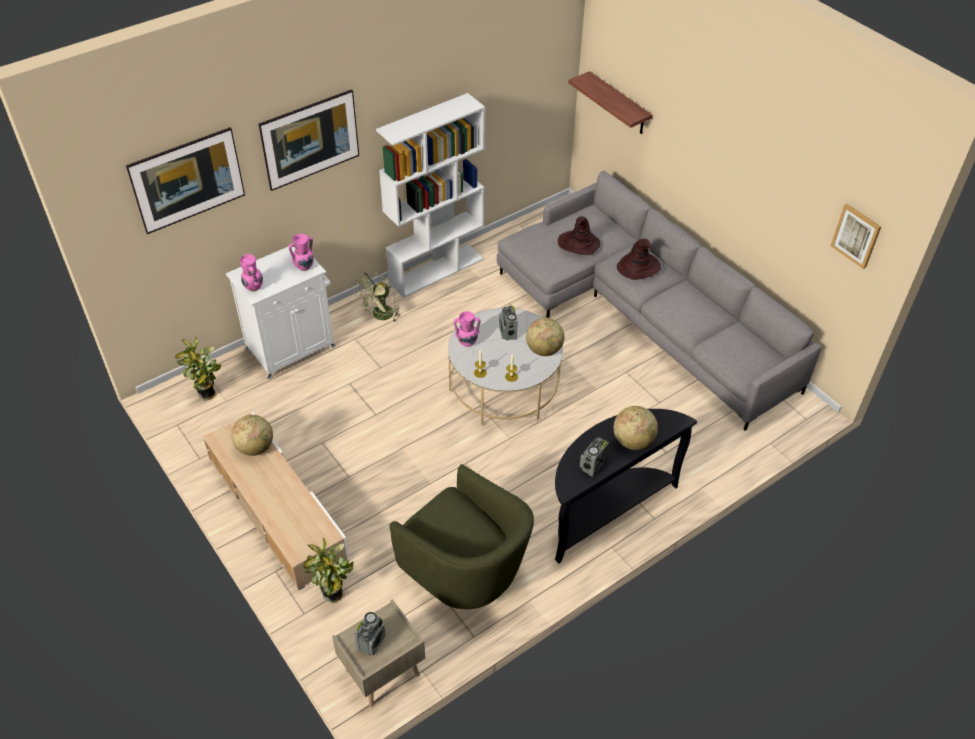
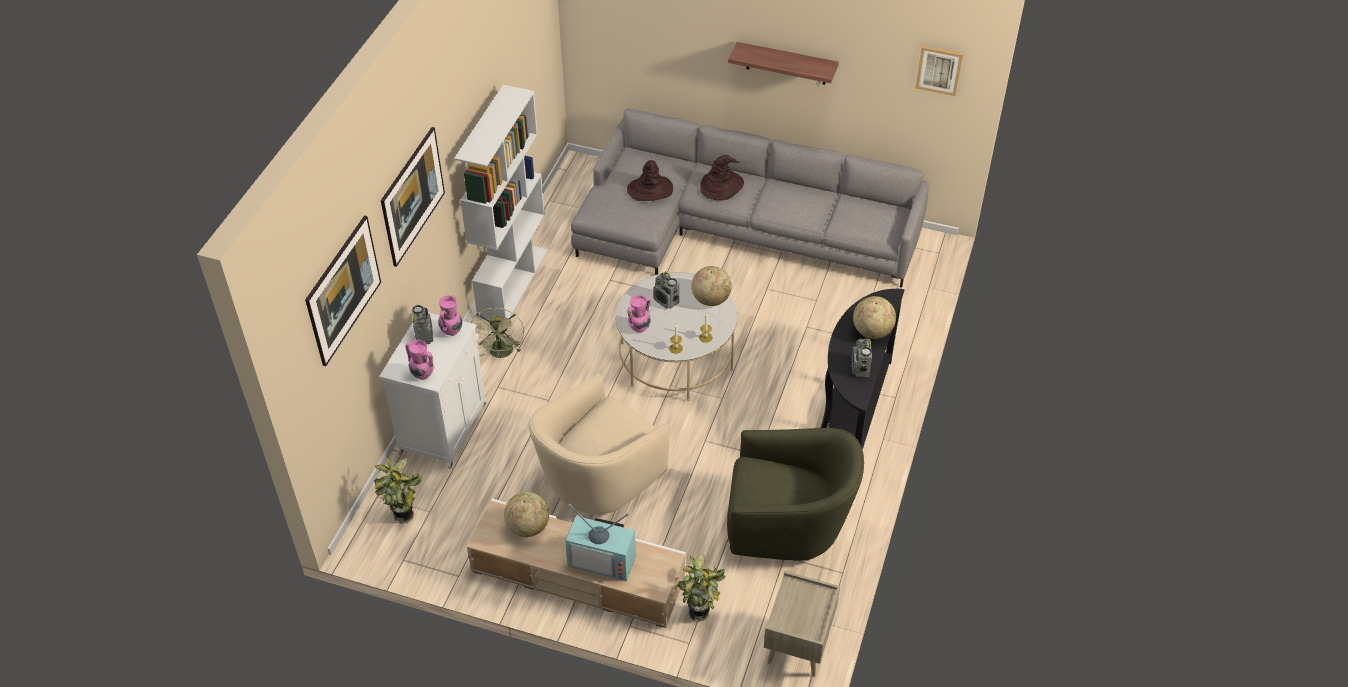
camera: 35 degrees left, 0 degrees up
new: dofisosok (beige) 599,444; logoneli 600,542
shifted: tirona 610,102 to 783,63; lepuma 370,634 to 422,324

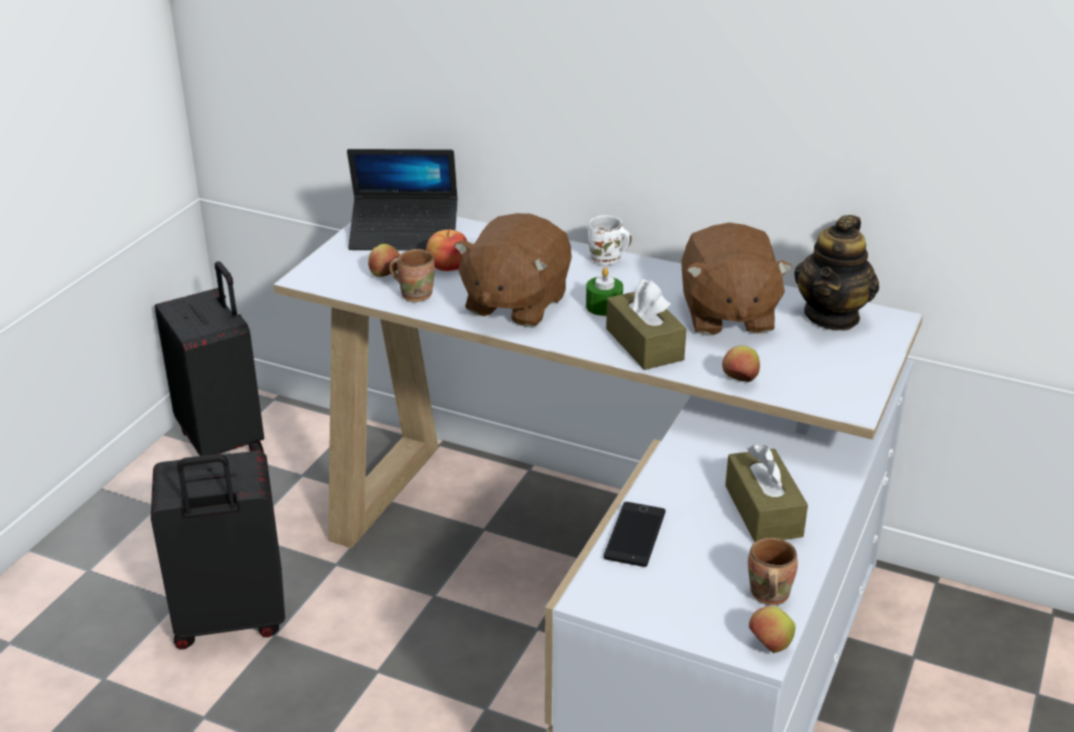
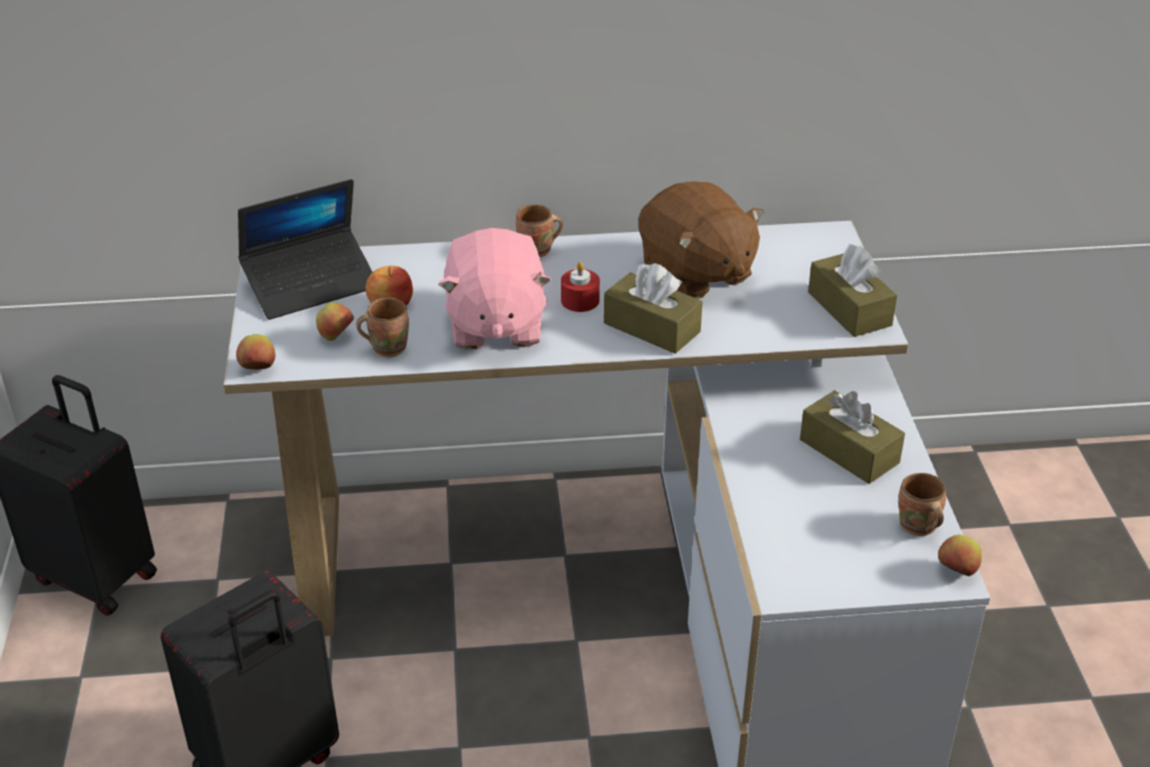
camera: 30 degrees left, 5 degrees up
gone: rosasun 836,272; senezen 635,534
new: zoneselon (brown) 852,290
shifted: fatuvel 741,364 to 255,351
repainted: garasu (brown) 513,270 to garasu (pink) 495,288; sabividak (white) 610,240 to sabividak (brown) 539,230; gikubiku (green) 604,291 to gikubiku (red) 580,287

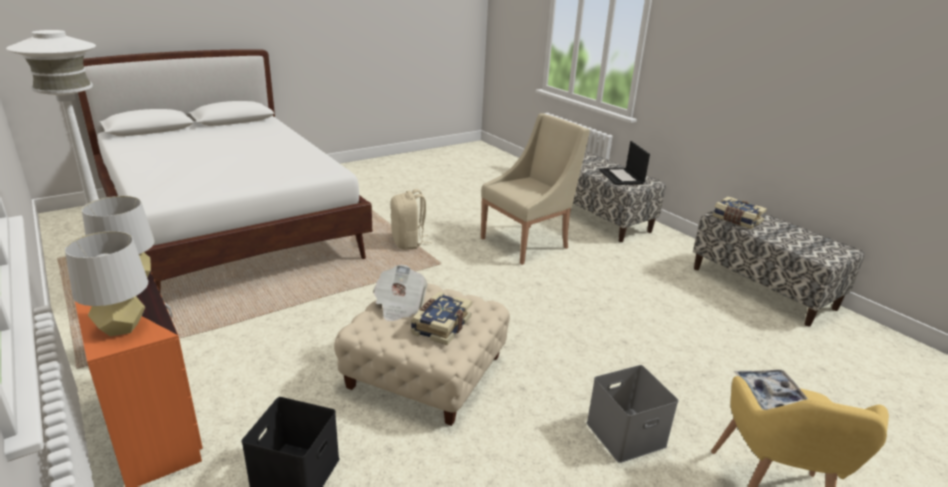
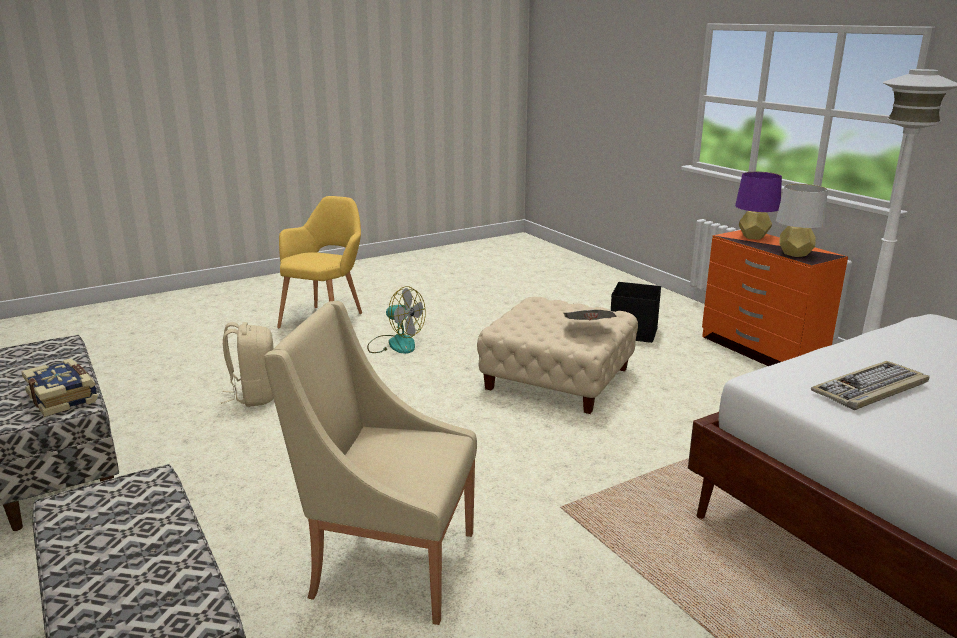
camera: 175 degrees left, 5 degrees down
gone: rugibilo 624,163; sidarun 441,318; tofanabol 771,390
new: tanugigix 870,385
shifted: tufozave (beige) 411,219 to 247,364
swapped: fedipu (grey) 632,414 to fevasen 396,320
repainted: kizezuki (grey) 106,283 to kizezuki (purple) 758,206
rotated: dofisosok (beige) 535,189 = 370,463 45 degrees clockwise

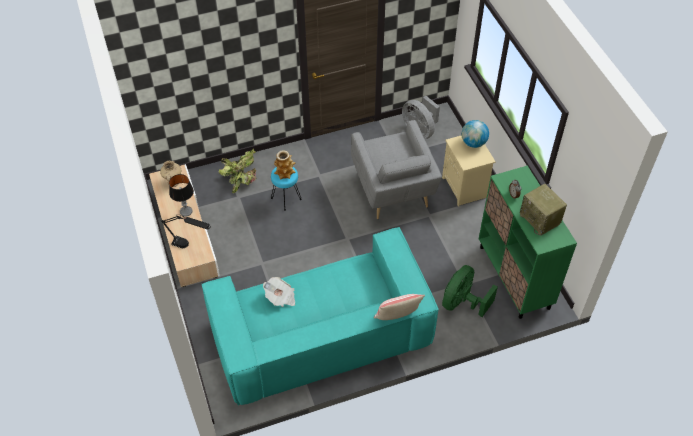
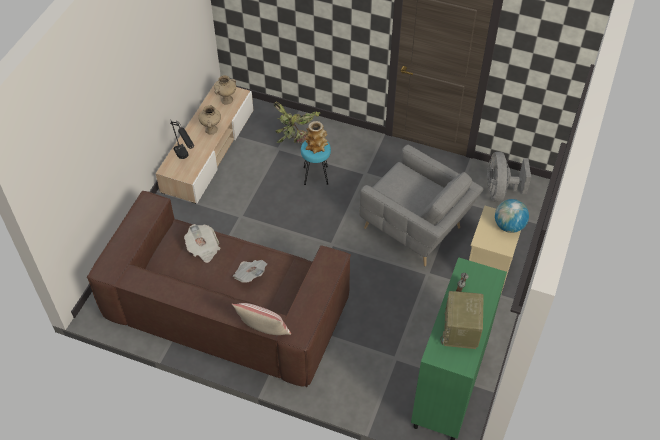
camera: 40 degrees right, 0 degrees up
gone: fevasen (green) 470,291
new: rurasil 249,271
swapped: kizezuki 181,195 to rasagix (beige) 209,120
repainted: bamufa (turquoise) 320,316 to bamufa (brown) 219,288
rotated: dofisosok (grey) 396,169 = 421,205 75 degrees counterclockwise

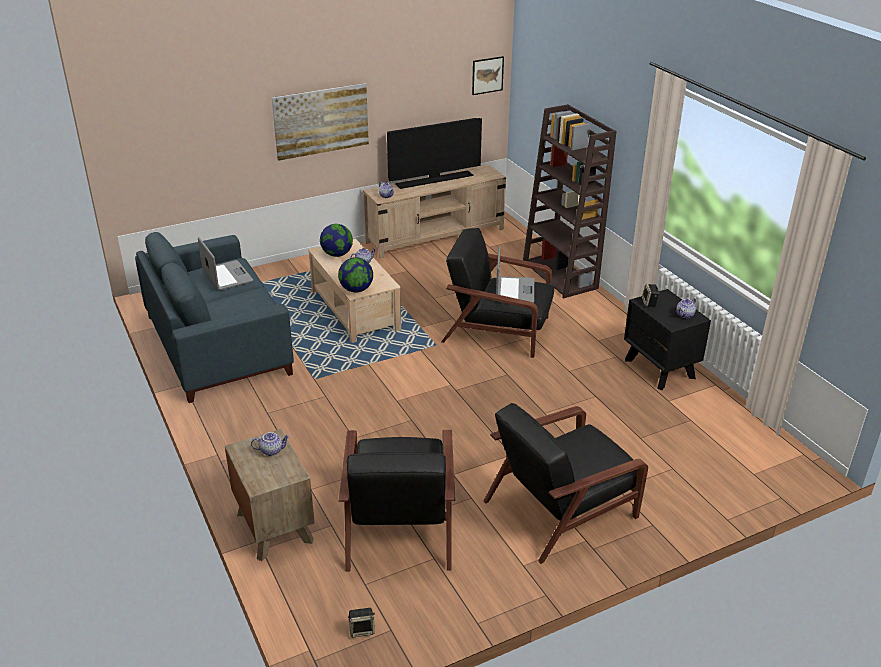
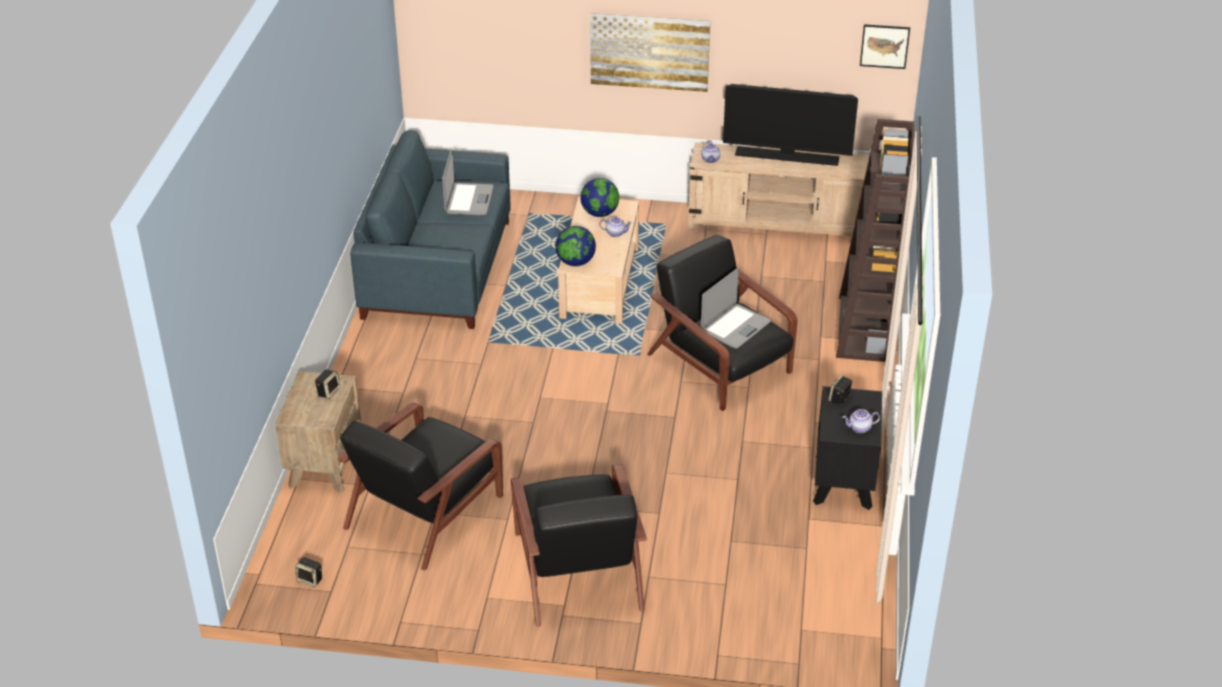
camera: 35 degrees right, 5 degrees up
swapped: rosasun 270,444 to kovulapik 327,384
rotated: dofisosok (black) 566,483 = 579,545 105 degrees counterclockwise

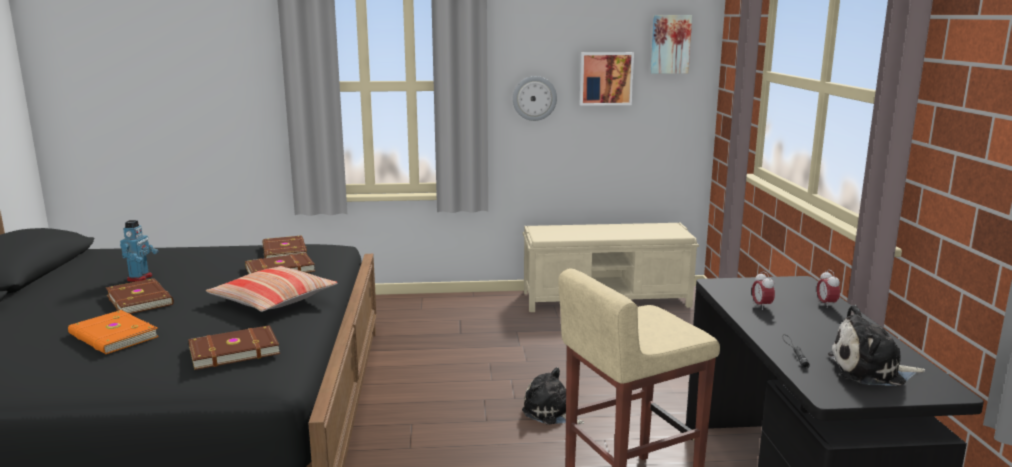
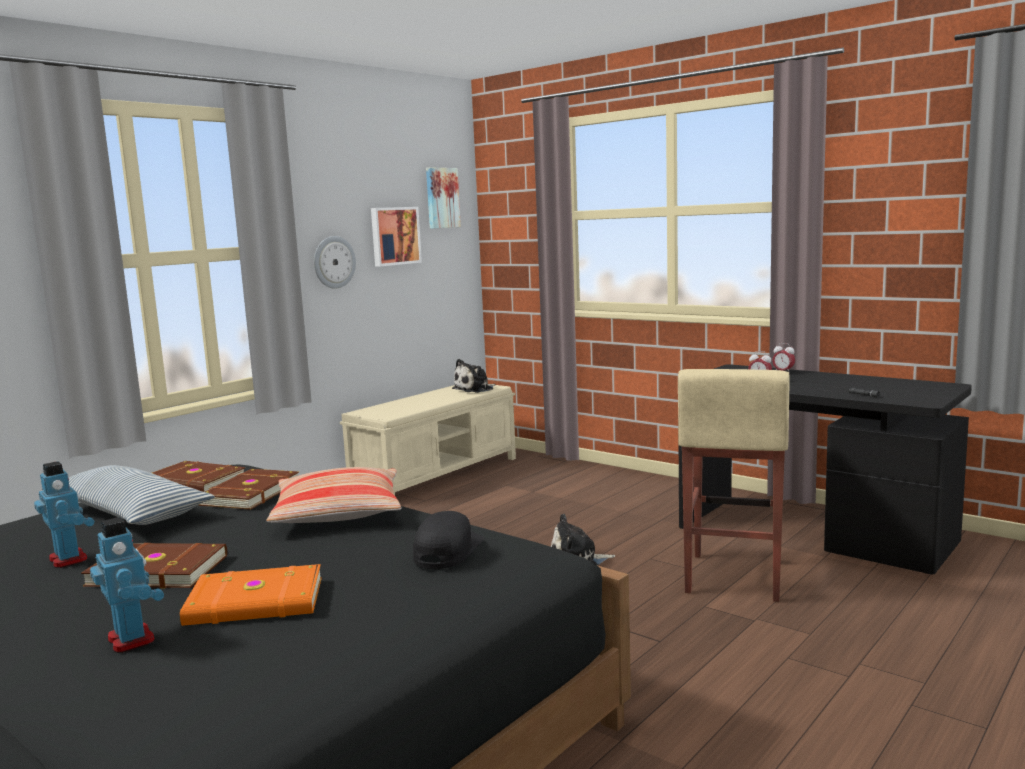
camera: 45 degrees left, 5 degrees down
new: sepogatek 142,495; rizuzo 127,585
shifted: garasu 876,345 to 474,376
swapped: sidarun (brown) 234,347 to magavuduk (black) 449,540

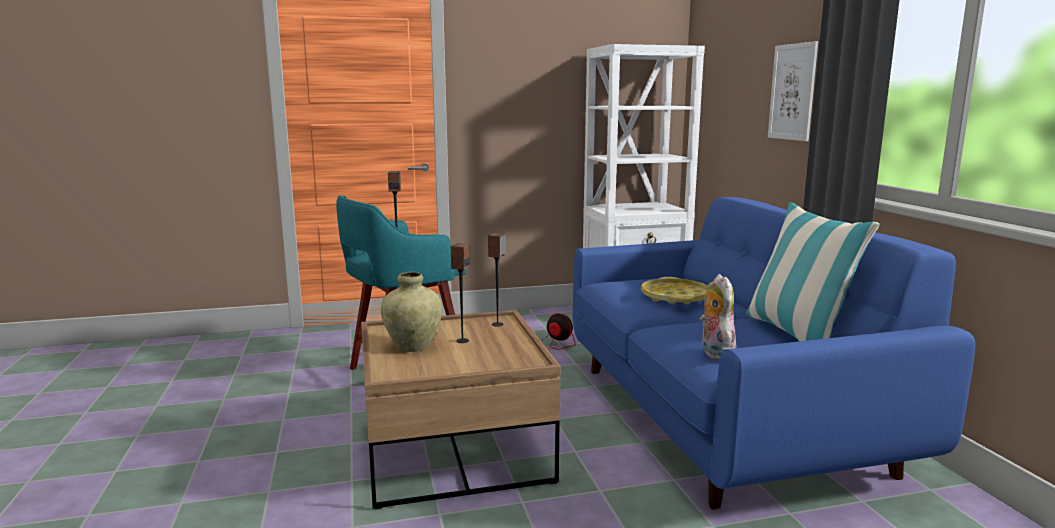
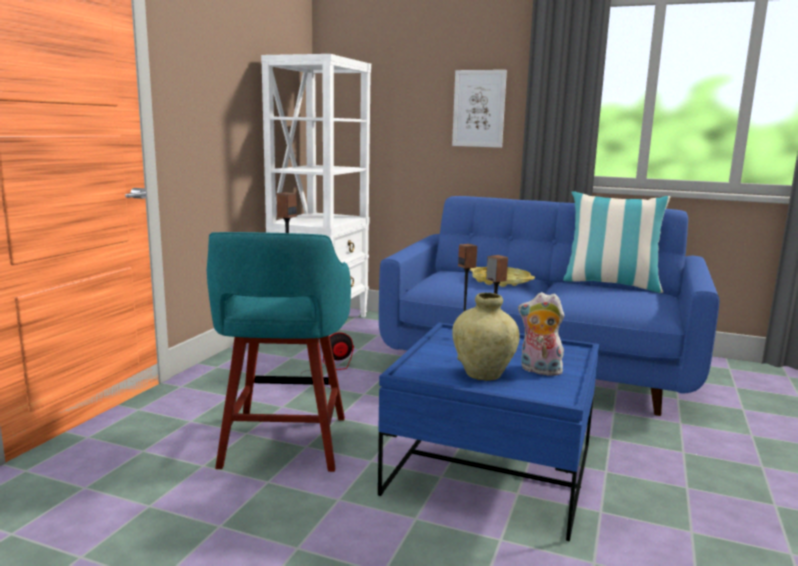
camera: 55 degrees left, 0 degrees up
shifted: garasu 718,317 to 542,334
repainted: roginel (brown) 461,409 to roginel (blue) 488,431

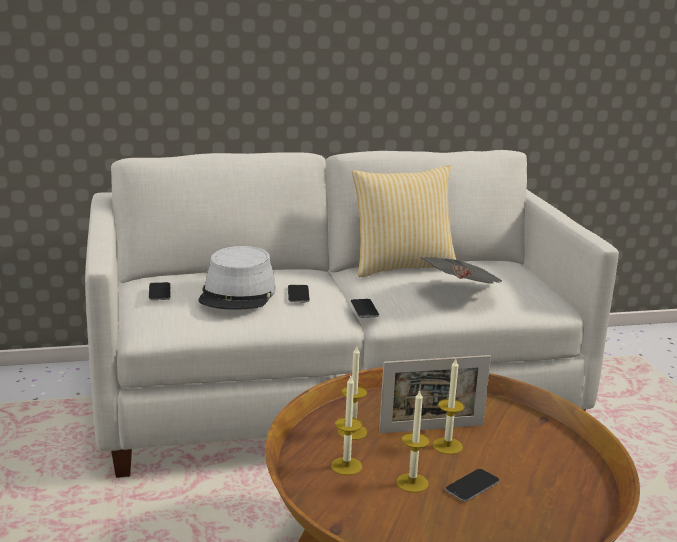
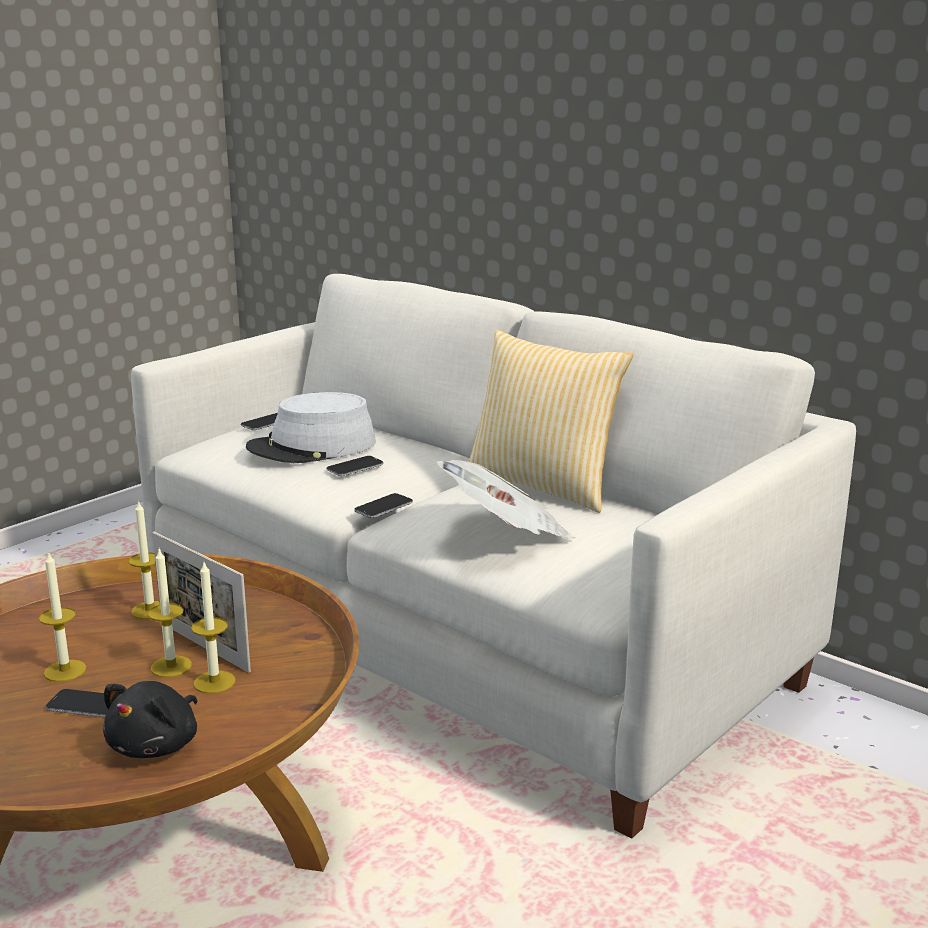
camera: 55 degrees right, 0 degrees up
new: garasu (black) 150,719
shifted: gikubiku 346,425 to 213,628

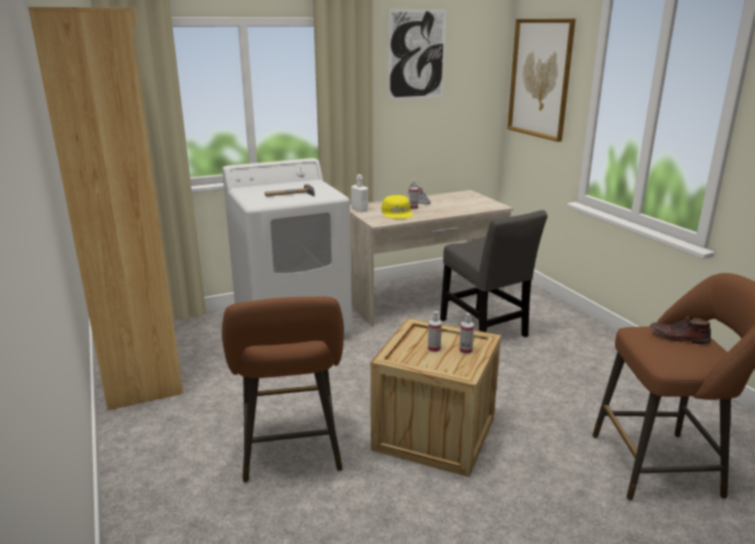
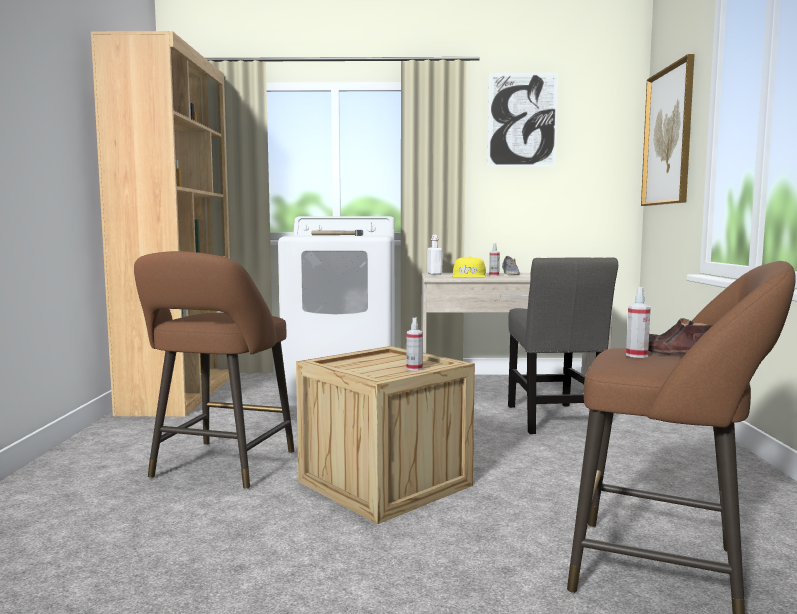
camera: 25 degrees right, 15 degrees down
shifted: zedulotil 435,331 to 638,322

